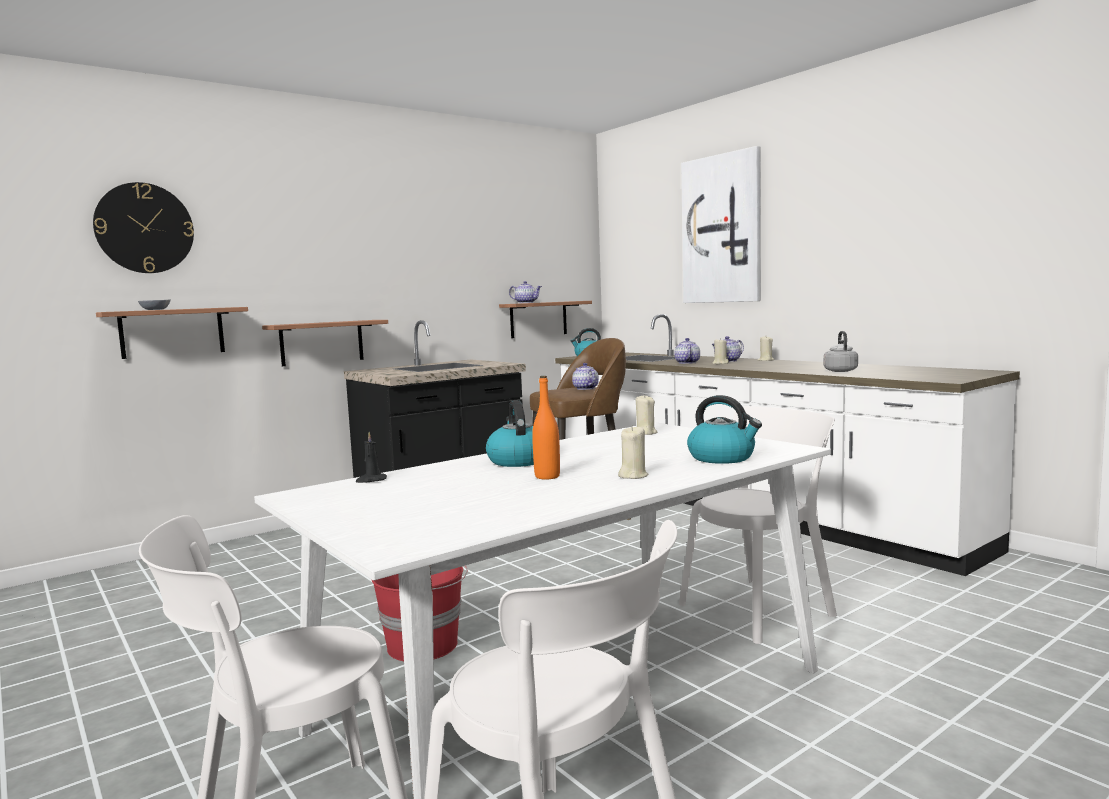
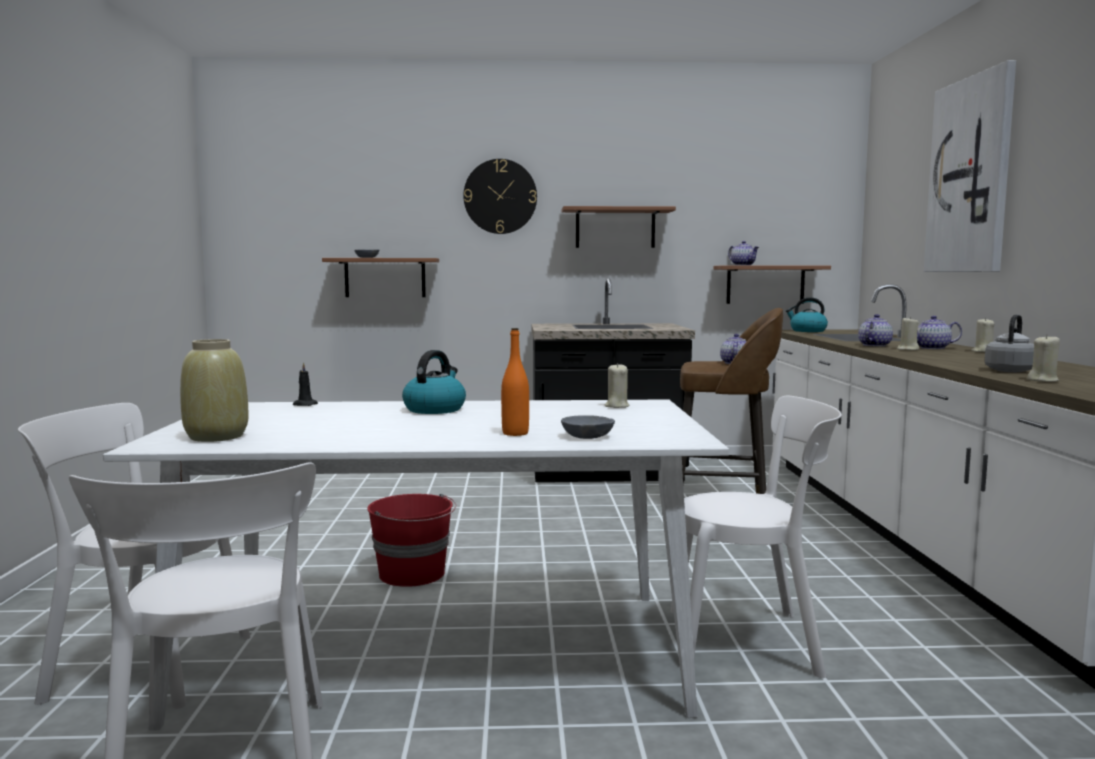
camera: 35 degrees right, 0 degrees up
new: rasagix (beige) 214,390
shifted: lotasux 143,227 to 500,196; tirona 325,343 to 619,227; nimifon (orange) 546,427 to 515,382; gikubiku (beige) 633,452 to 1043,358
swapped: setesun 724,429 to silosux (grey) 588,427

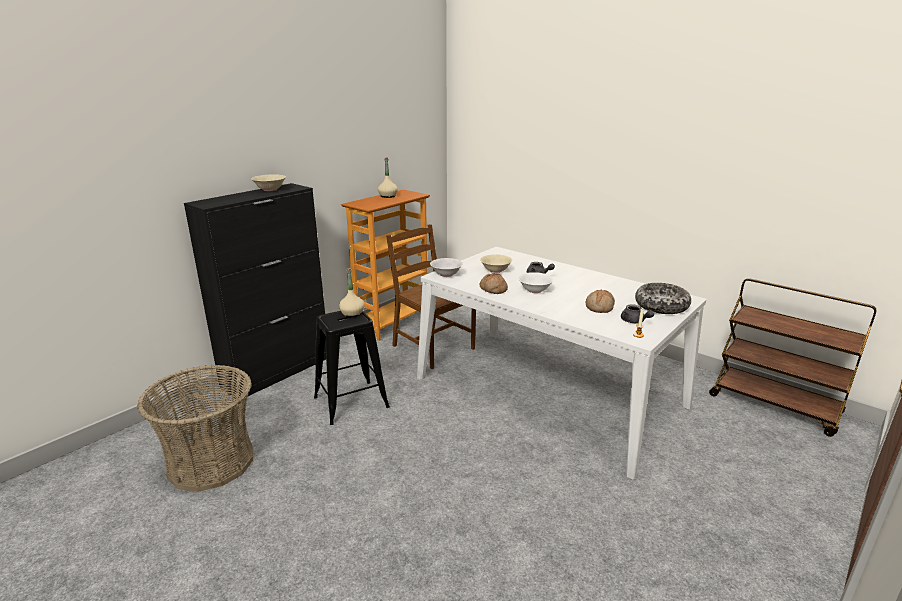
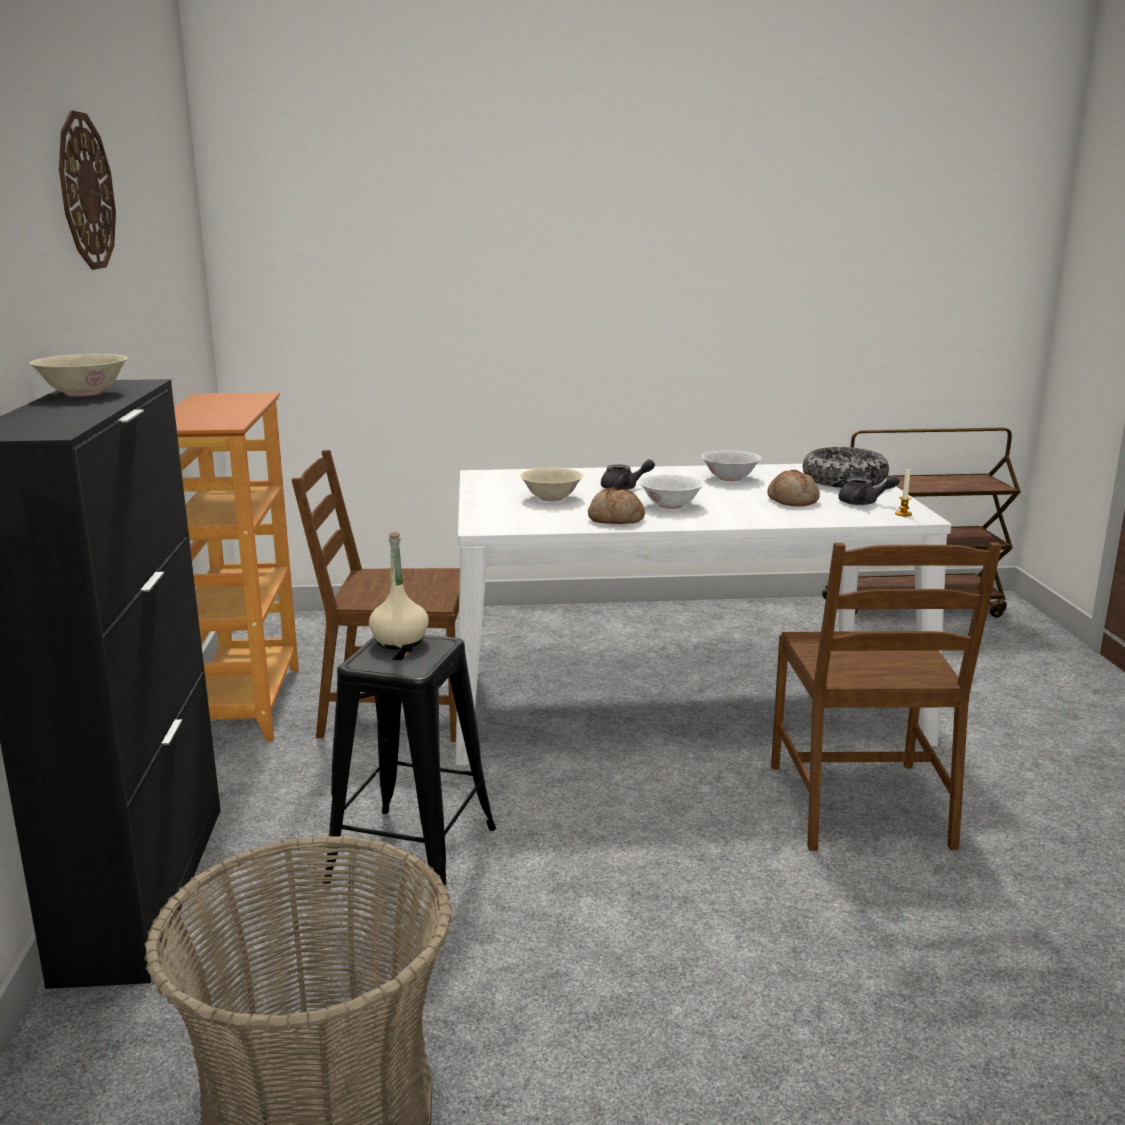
camera: 45 degrees left, 5 degrees down
gone: nimifon (beige) 388,177
new: lotasux 87,190; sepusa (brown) 886,696
shifted: silosux (white) 446,267 to 731,465

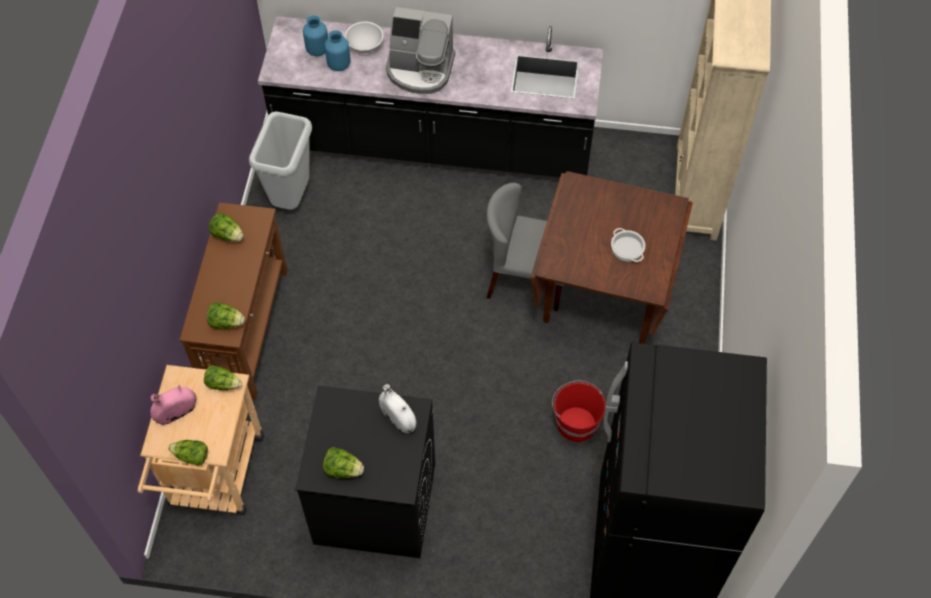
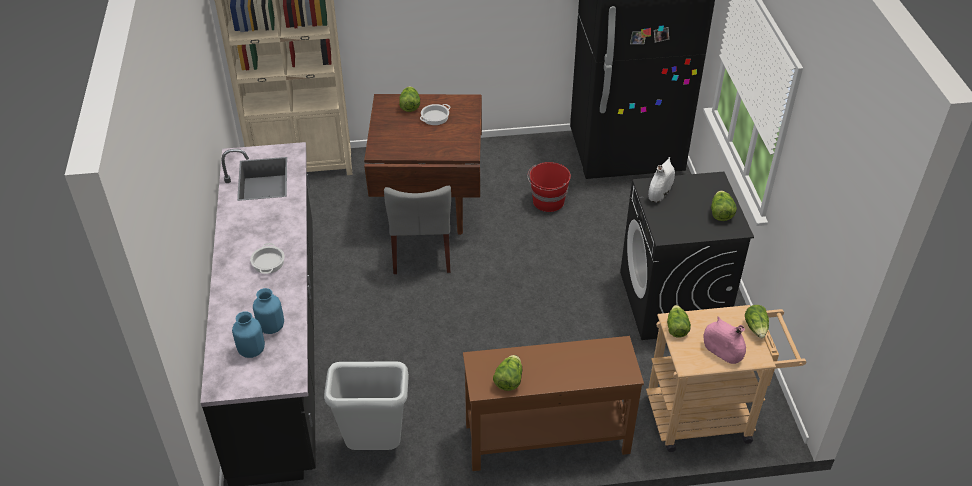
camera: 105 degrees left, 15 degrees down
gone: silosux (white) 364,37
shifted: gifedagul 226,315 to 409,99
swapped: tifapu 420,50 to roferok 267,258

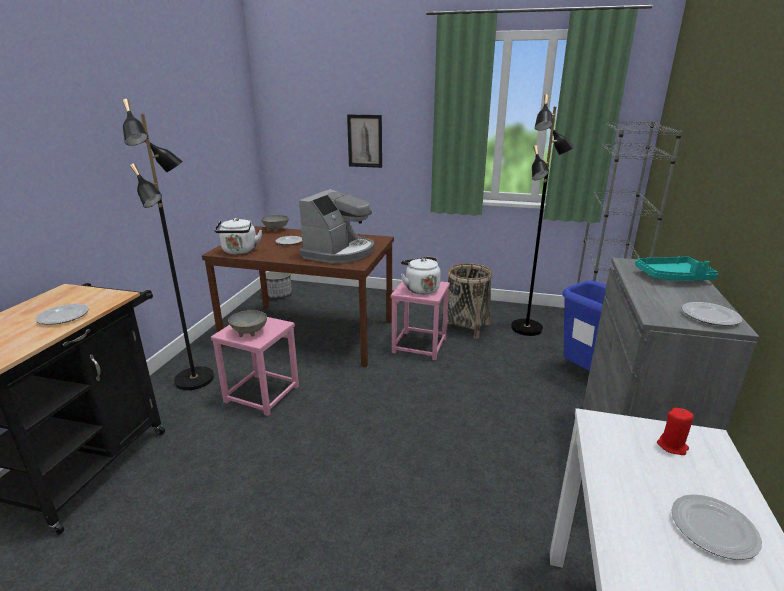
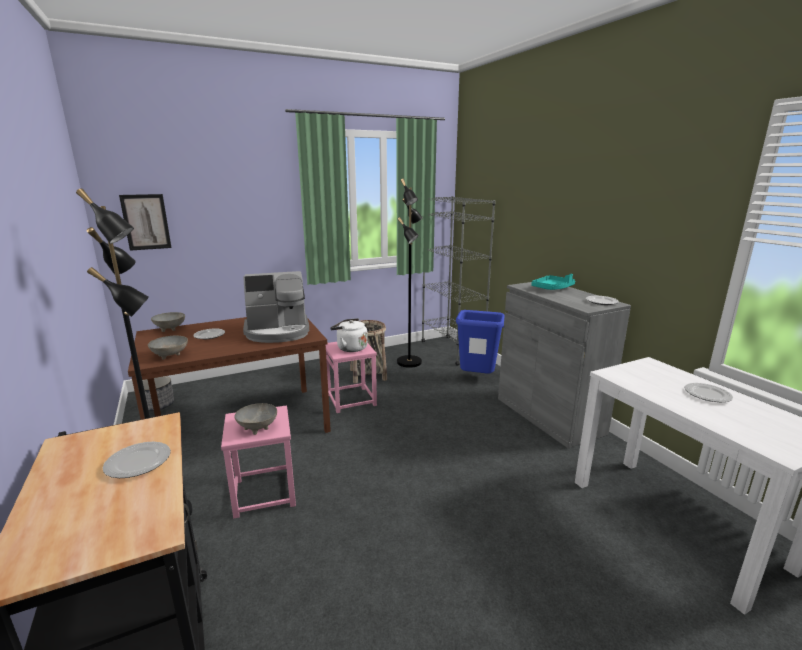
camera: 40 degrees left, 5 degrees down
gone: gikubiku (red) 675,431
shifted: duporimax 364,141 to 145,222
swapped: setesun (white) 238,236 to silosux (grey) 168,348
rotated: tifapu 336,226 = 276,307 90 degrees clockwise

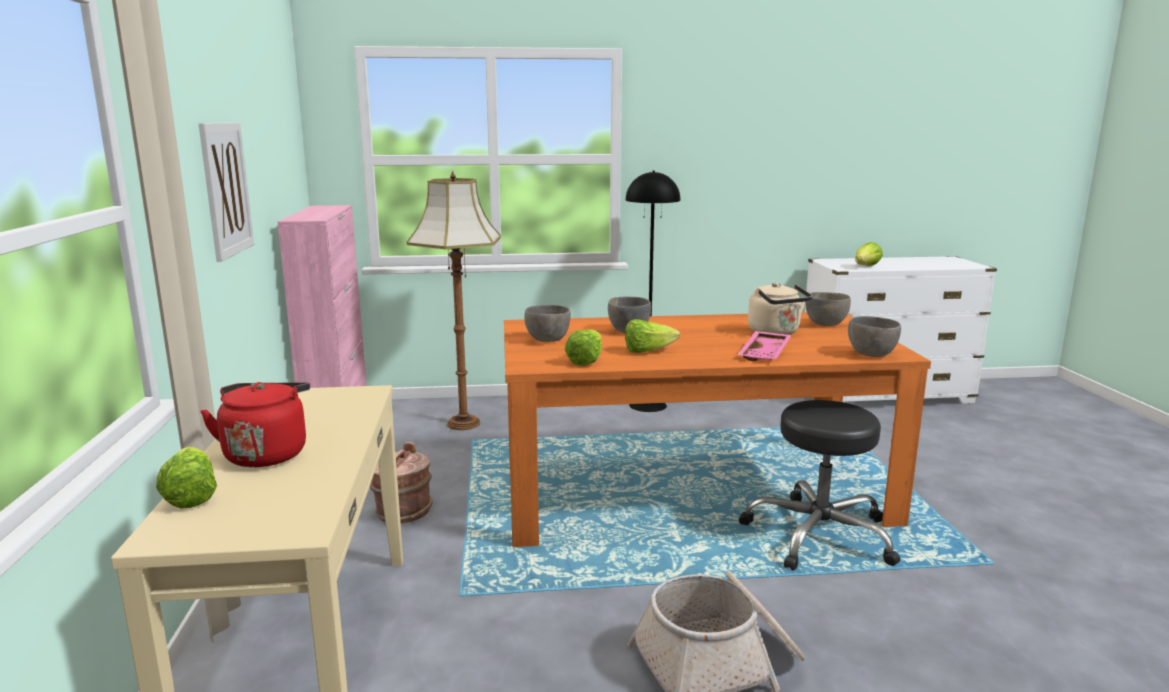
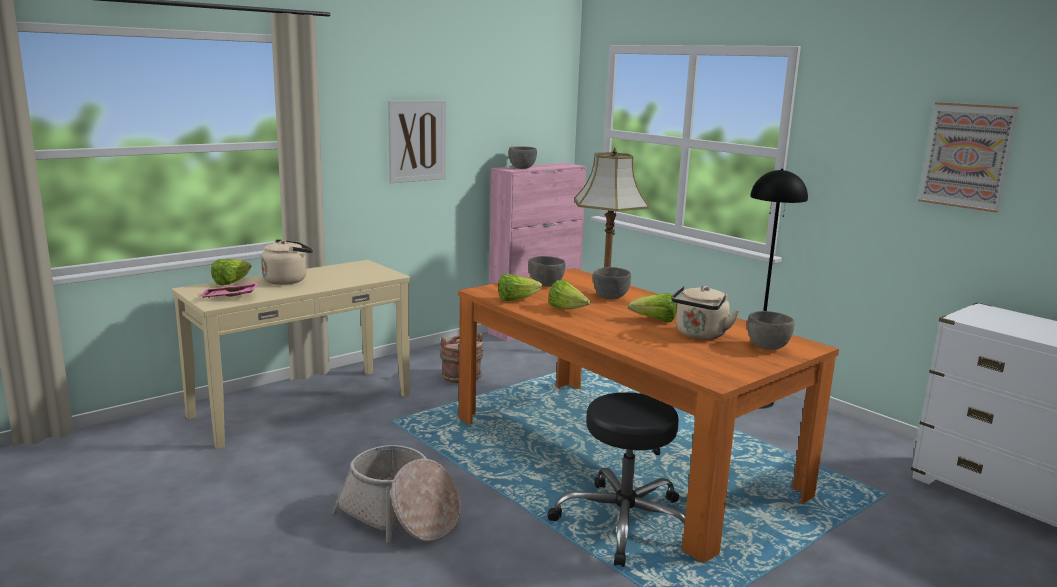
camera: 55 degrees right, 0 degrees up
new: duporimax 969,157
shifted: gifedagul 869,254 to 652,307; silosux (grey) 874,336 to 522,157; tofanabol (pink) 764,346 to 229,290
repainted: setesun (red) 255,424 to setesun (beige) 287,262

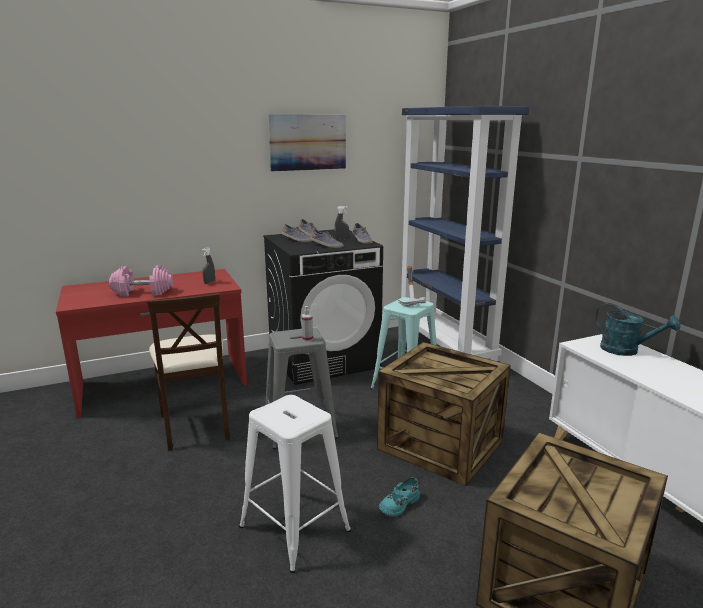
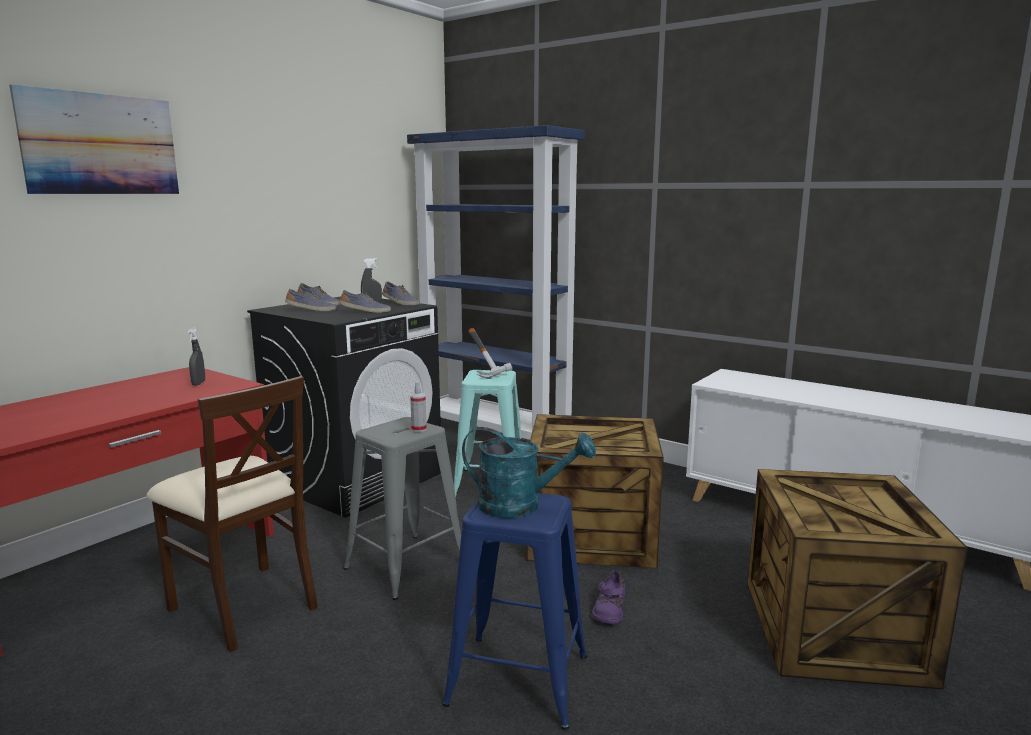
camera: 30 degrees left, 5 degrees down
gone: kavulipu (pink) 141,281
shifted: duporimax 307,142 to 94,139; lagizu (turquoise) 638,329 to 529,472
repainted: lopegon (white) 295,484 to lopegon (blue) 514,611; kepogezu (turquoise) 399,497 to kepogezu (purple) 608,597

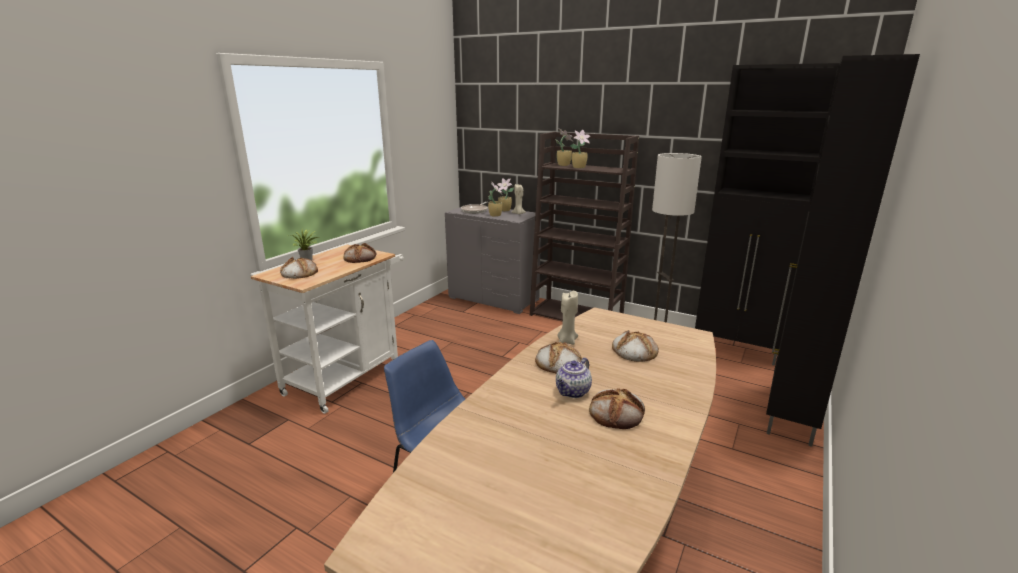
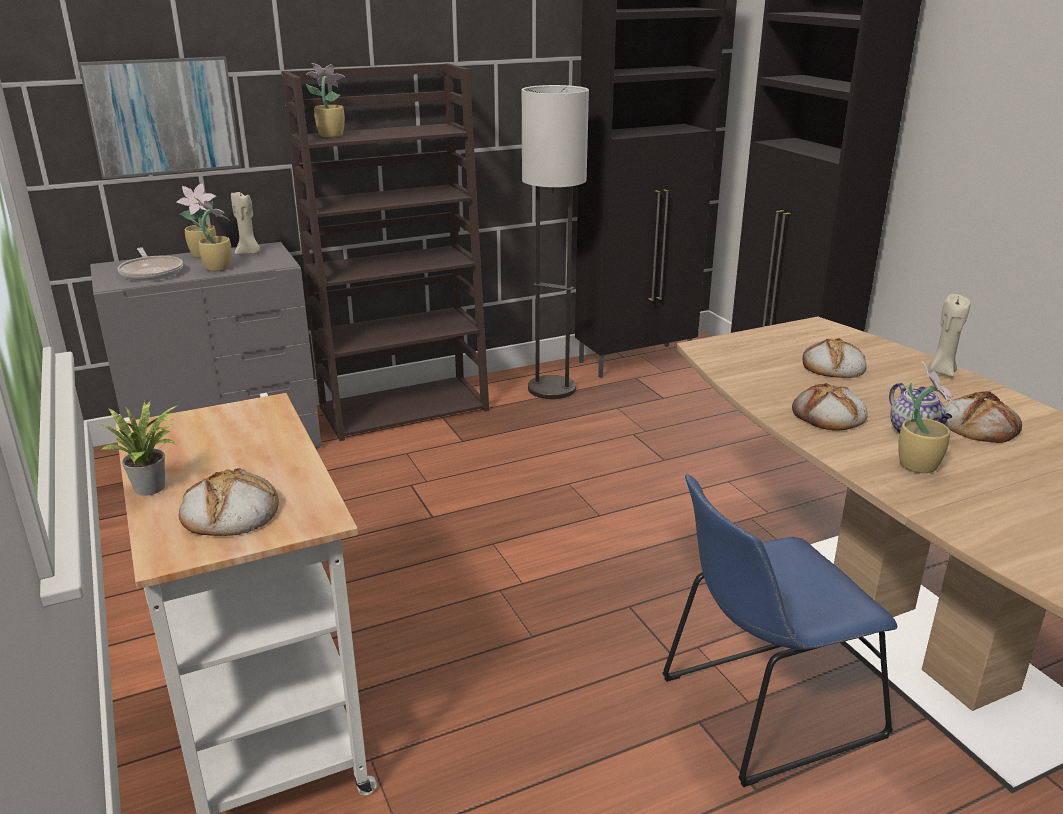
camera: 55 degrees left, 5 degrees up
gone: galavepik 359,253
new: duporimax 159,117
shifted: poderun 580,149 to 929,417; gikubiku (beige) 568,318 to 949,335

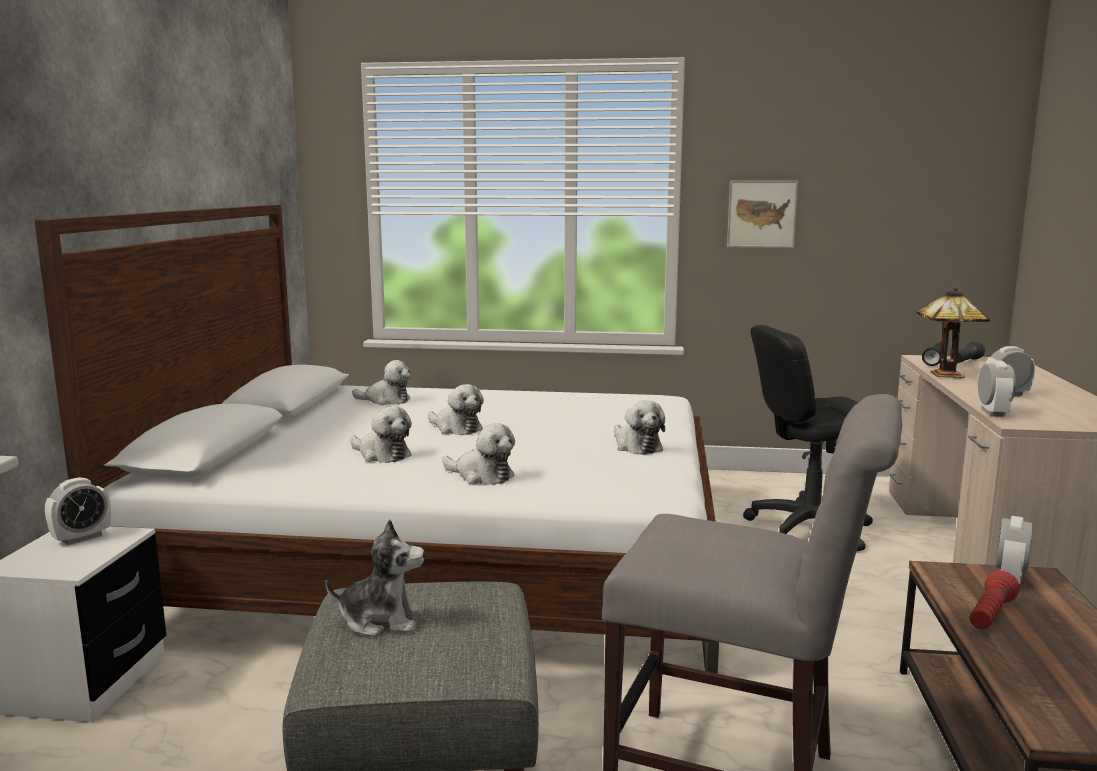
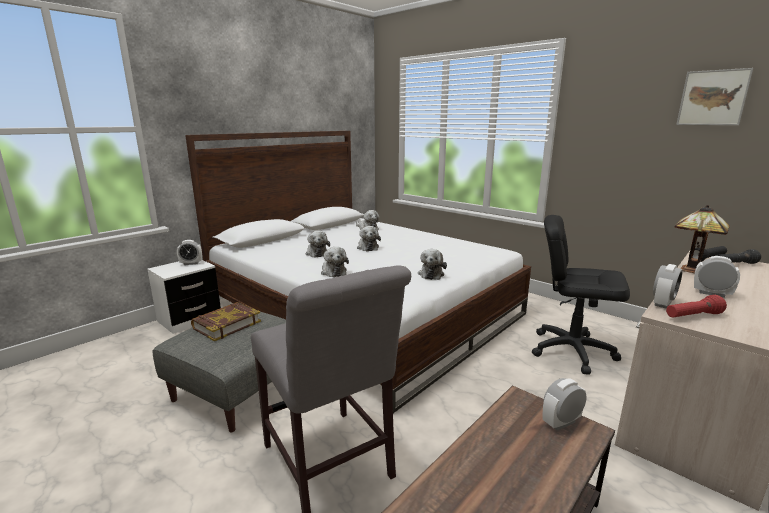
camera: 35 degrees right, 5 degrees up
shifted: duporimax 762,214 to 714,96; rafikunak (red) 995,600 to 696,306
swapped: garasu 375,578 to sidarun 226,321

